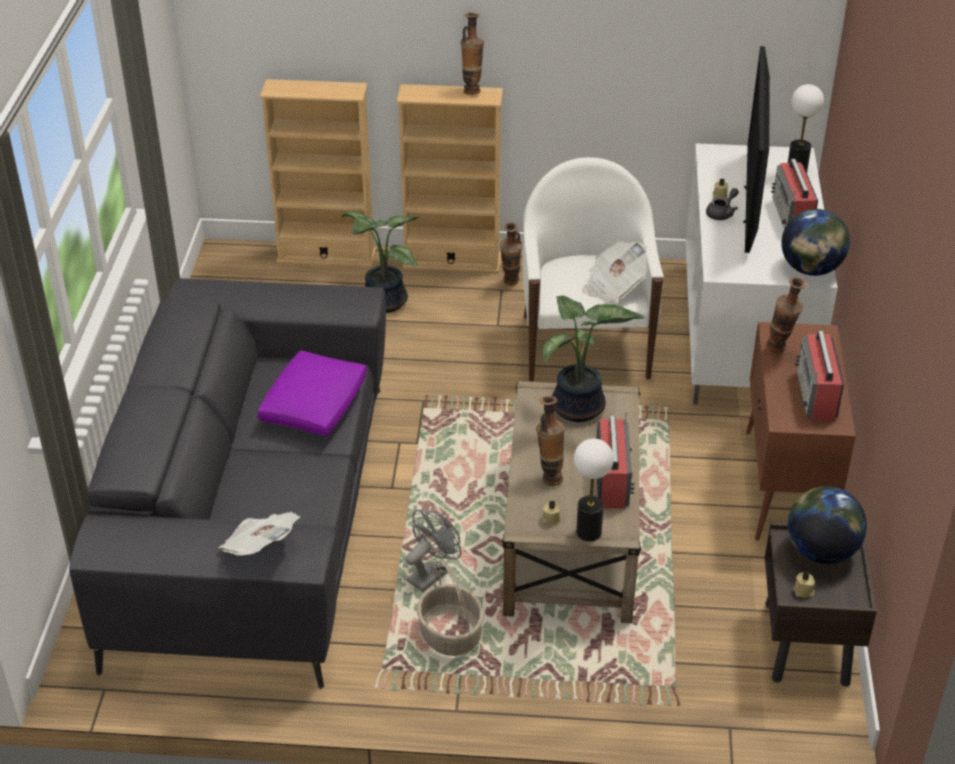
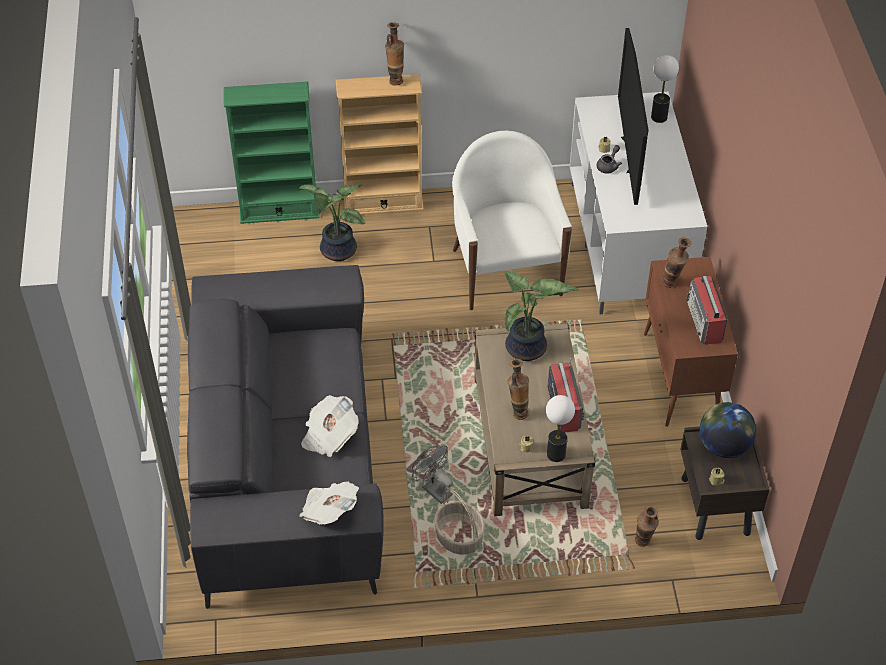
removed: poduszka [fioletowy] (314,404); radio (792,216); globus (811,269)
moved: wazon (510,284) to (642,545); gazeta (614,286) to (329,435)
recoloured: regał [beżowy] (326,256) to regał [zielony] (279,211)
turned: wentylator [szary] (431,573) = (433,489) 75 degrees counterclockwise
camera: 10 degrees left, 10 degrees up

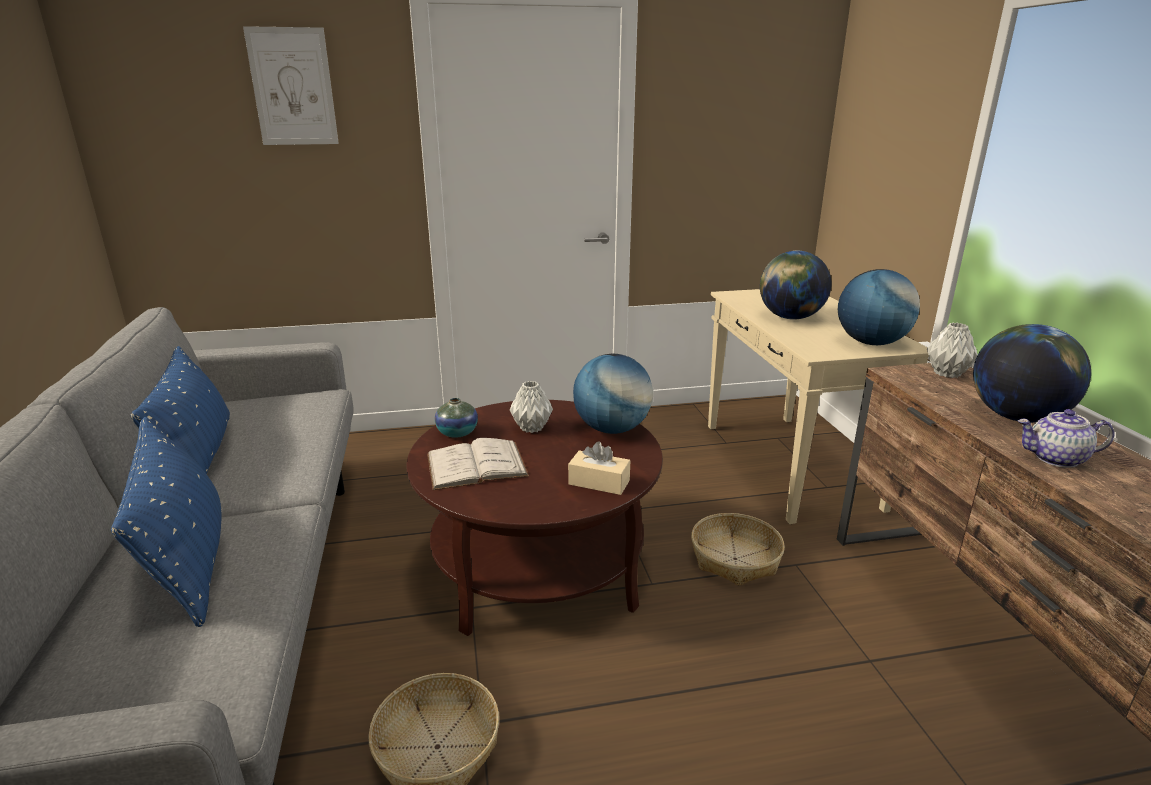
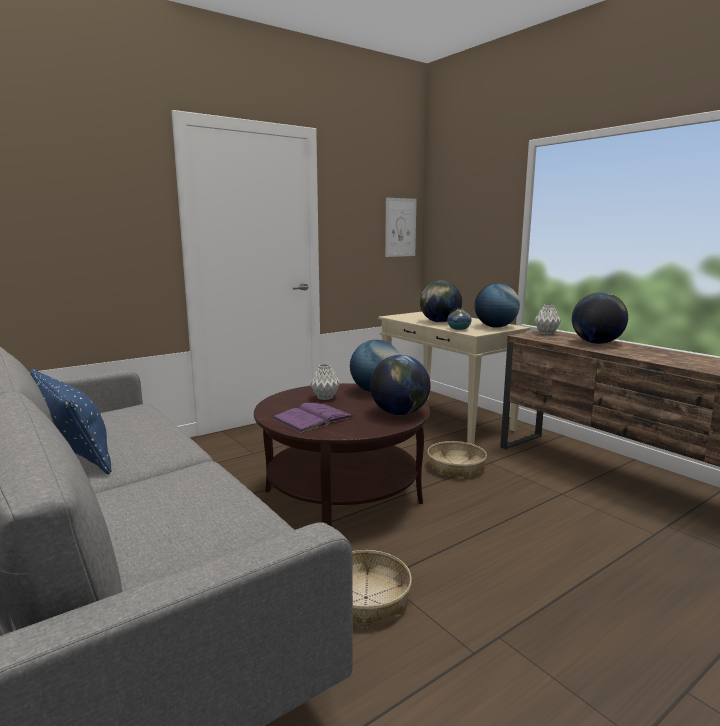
removed: poduszka [niebieski] (187,560); imbryk (1055,459)
moved: obraz (293,87) to (400,227); wazon (457,433) to (459,329)
replaced: pudełko chusteczek [beżowy] (599,482) to globus (399,413)
recoloured: książka [biały] (476,465) to książka [fioletowy] (313,418)
camera: 25 degrees left, 10 degrees down

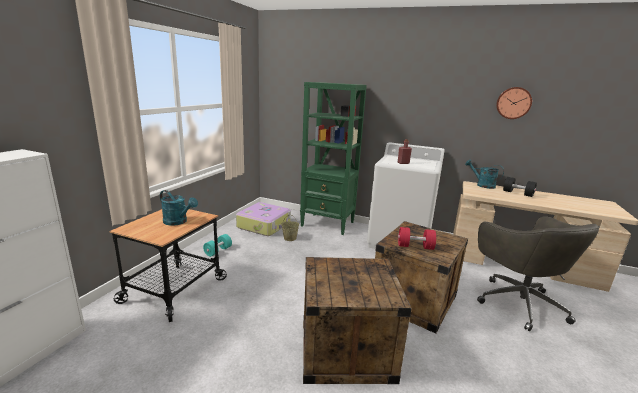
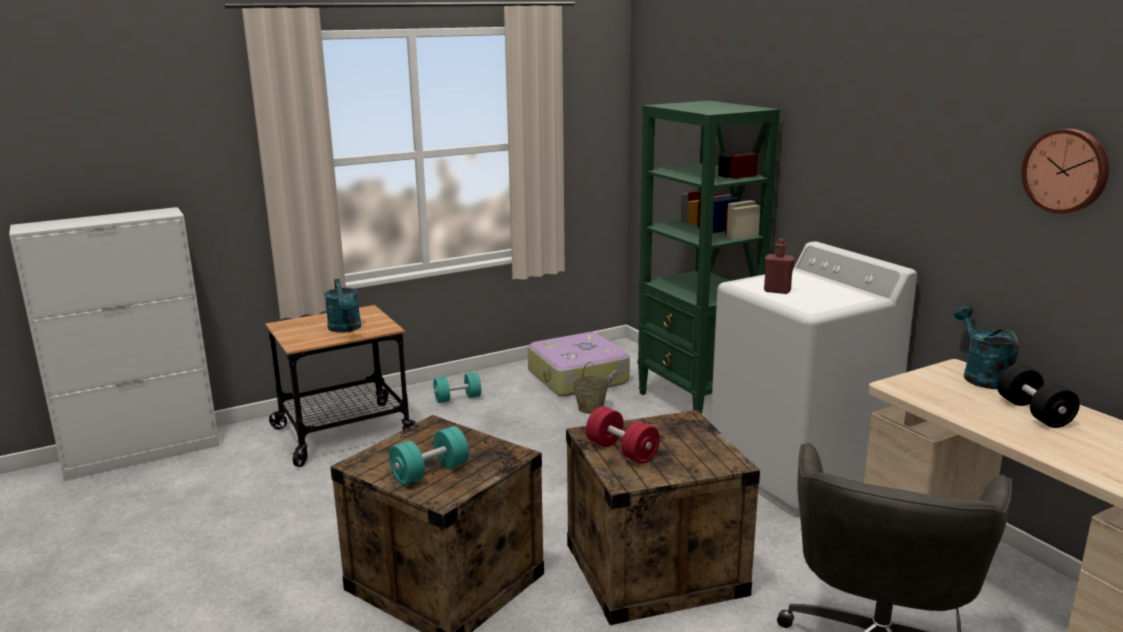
added: hantel [turkusowy] (430,472)
camera: 40 degrees right, 0 degrees up

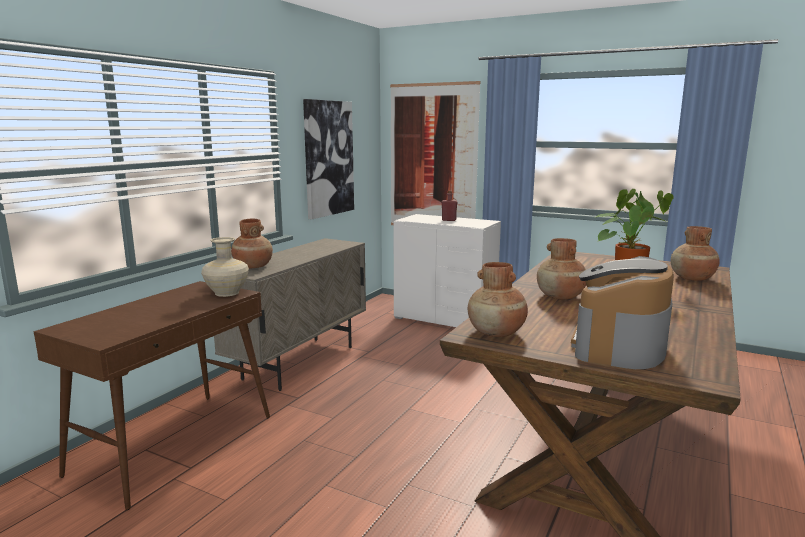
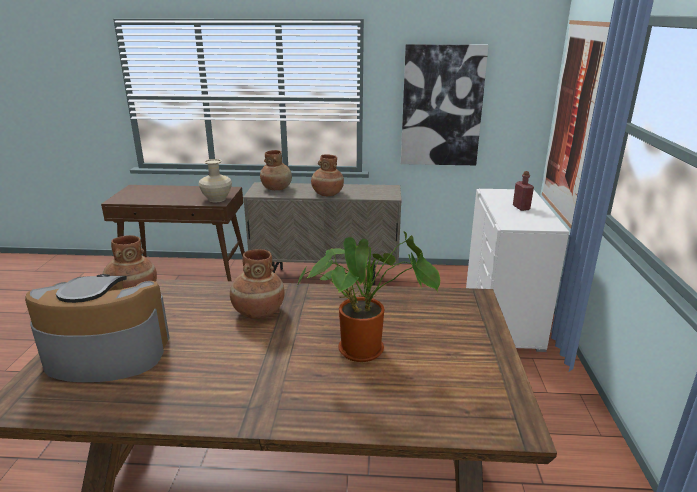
moved: wazon [brązowy] (692,278) to (327,194)
camera: 65 degrees right, 10 degrees up

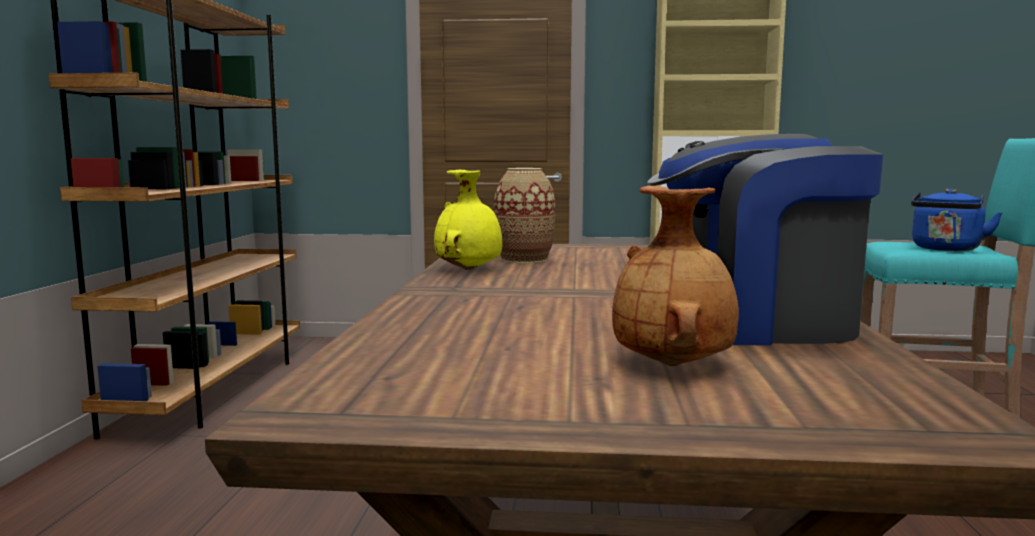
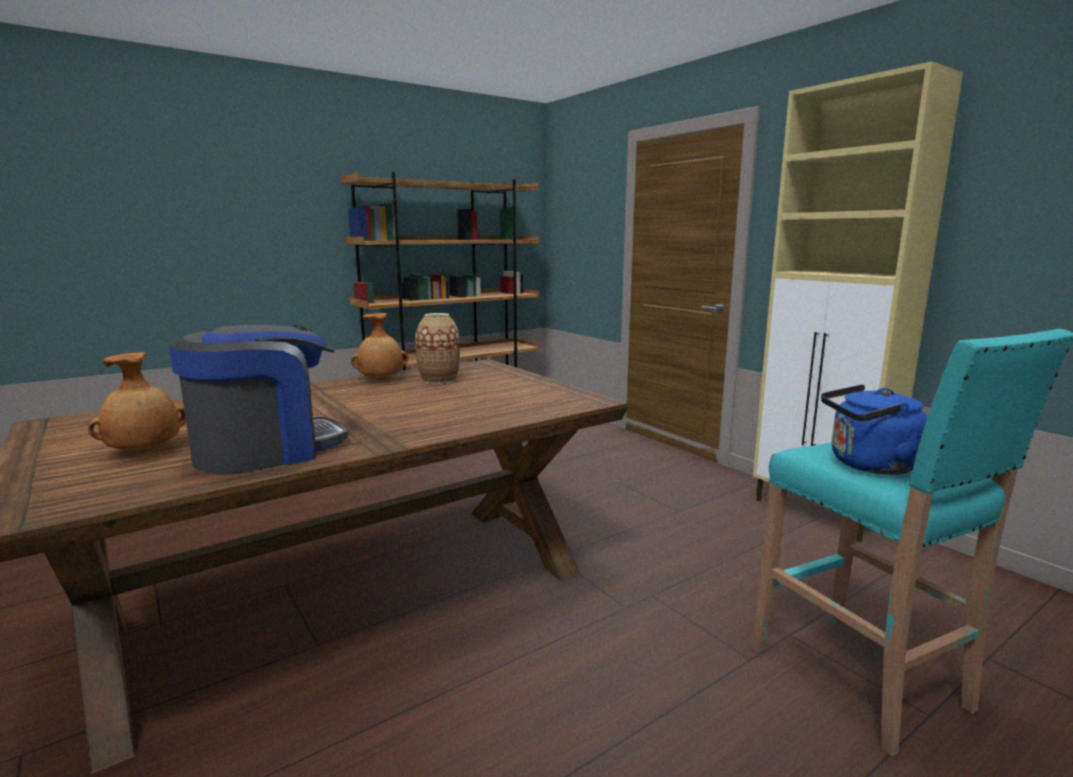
recoloured: wazon [żółty] (470,269) to wazon [brązowy] (381,380)
turned: ekspres do kawy (753,324) = (266,450) 90 degrees clockwise
camera: 50 degrees right, 5 degrees up

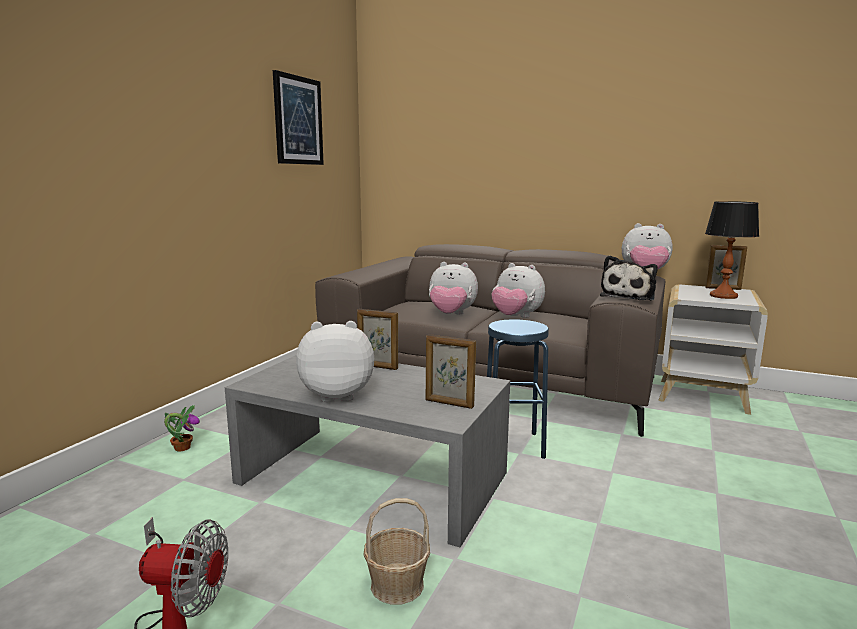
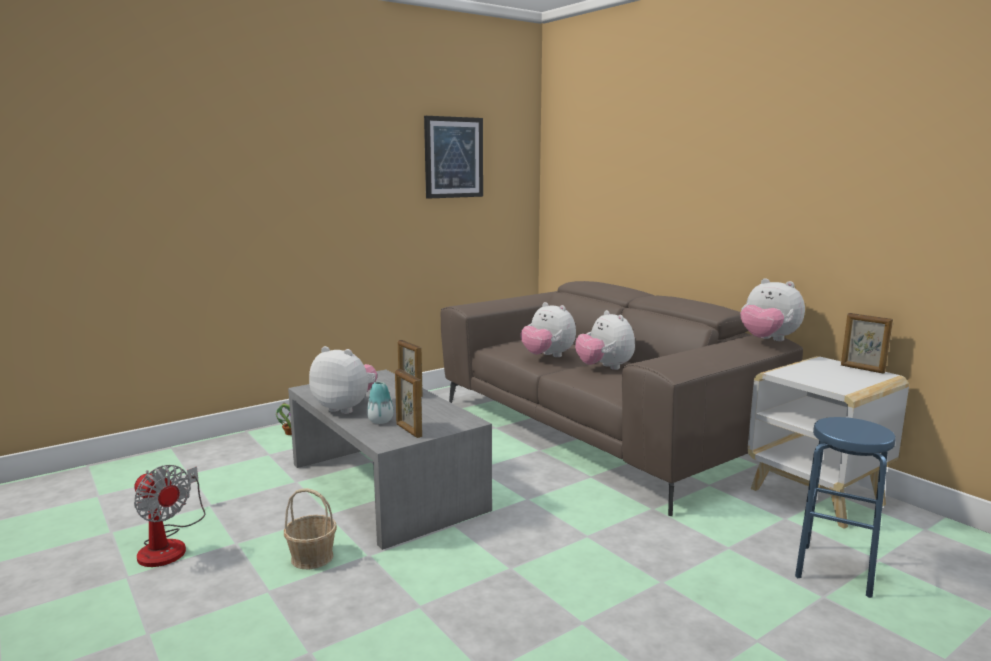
removed: pluszak (629,296); lampa stołowa (723,296)
added: wazon (380,421)
moved: stołek [niebieski] (513,445) to (835,570)
camera: 30 degrees right, 0 degrees up

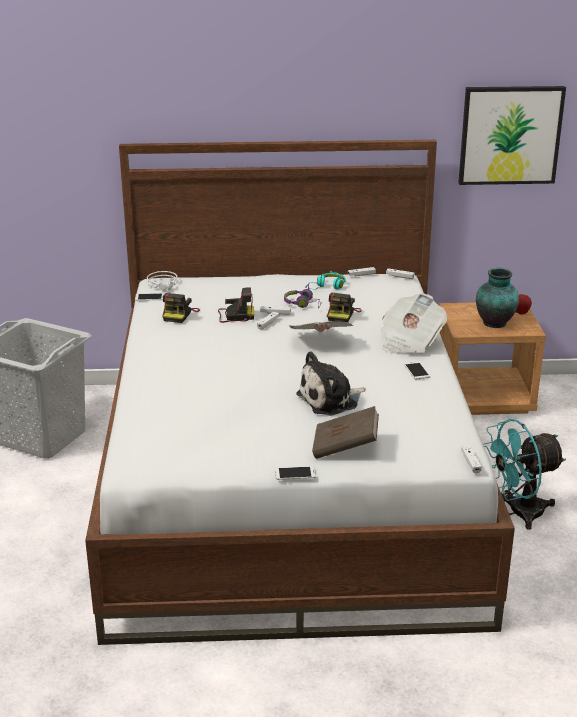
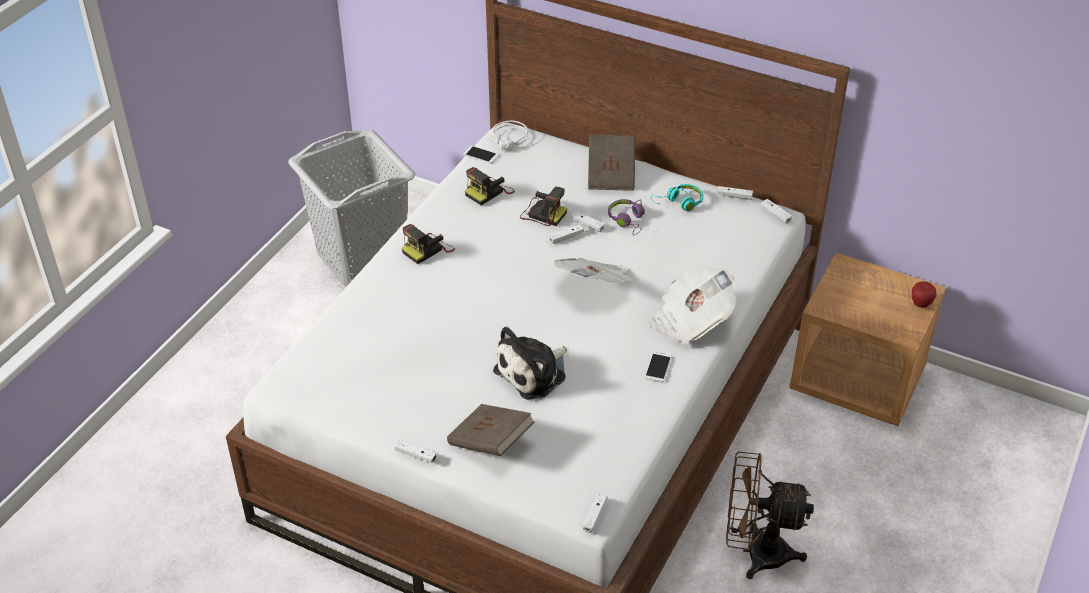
removed: obraz (510,135); wazon (495,323)
added: książka [brązowy] (611,175)
moved: aparat fotograficzny (342,314) to (427,249)
replaced: telefon (295,473) to pad do gier [biały] (416,455)
recoloured: wentylator [turkusowy] (518,513) to wentylator [brązowy] (756,553)
turned: pluszak (331,400) = (534,373) 45 degrees counterclockwise
camera: 30 degrees right, 15 degrees up

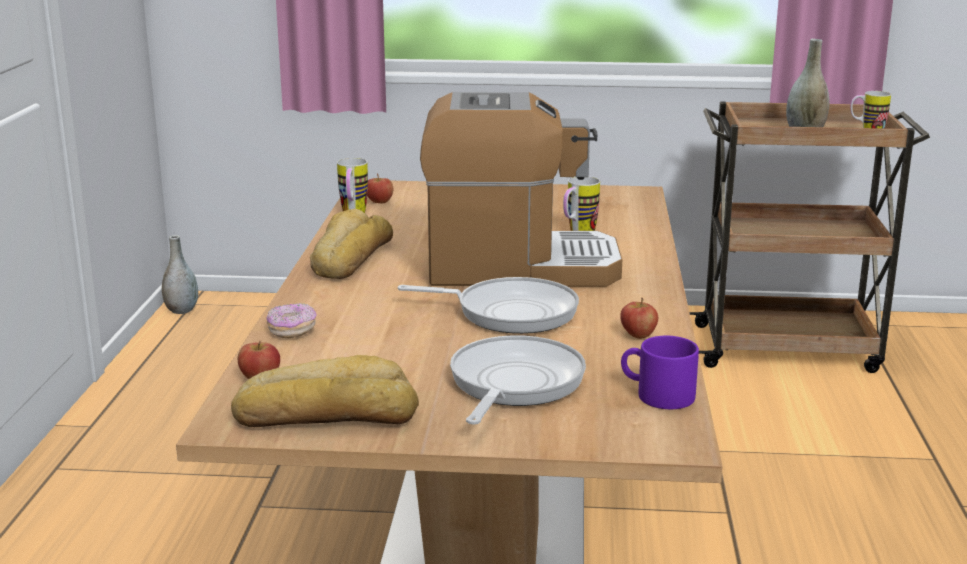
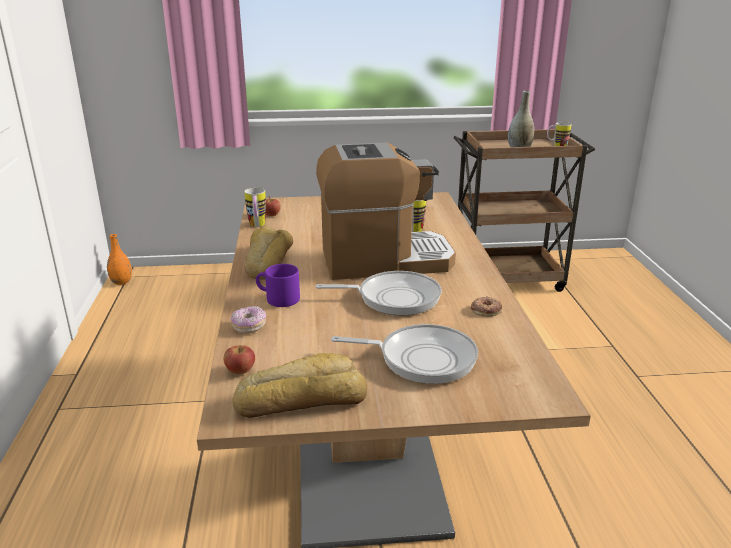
moved: kubek [fioletowy] (656,395) to (277,298)
replaced: jabłko (638,335) to donut (486,309)
recoloured: wazon [szary] (182,310) to wazon [pomarańczowy] (121,282)
turned: patelnia (513,384) = (421,358) 90 degrees clockwise
camera: 10 degrees left, 5 degrees up

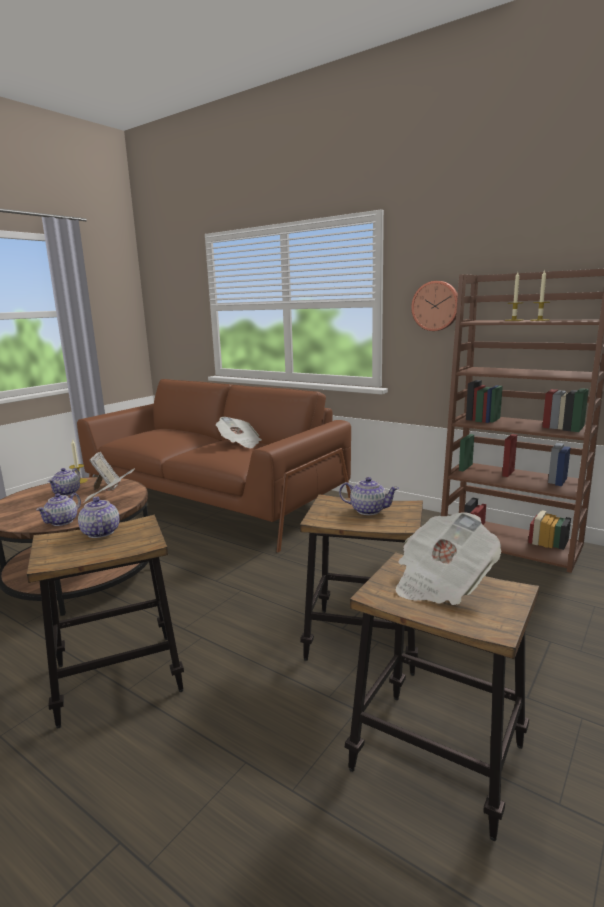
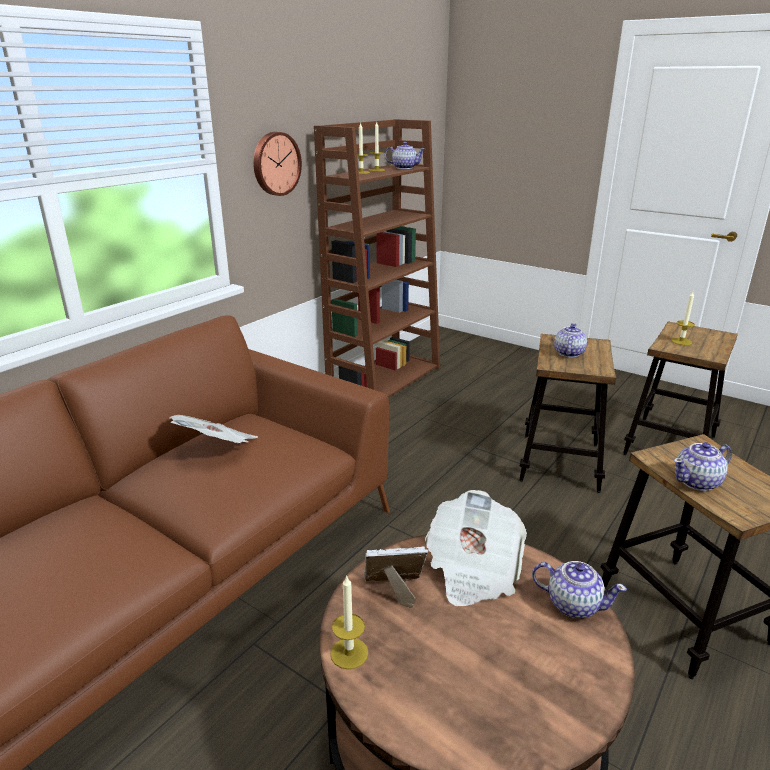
moved: imbryk (67,492) to (404,168)
replaced: gazeta (441,582) to świeca (681,341)
camera: 90 degrees left, 10 degrees up

